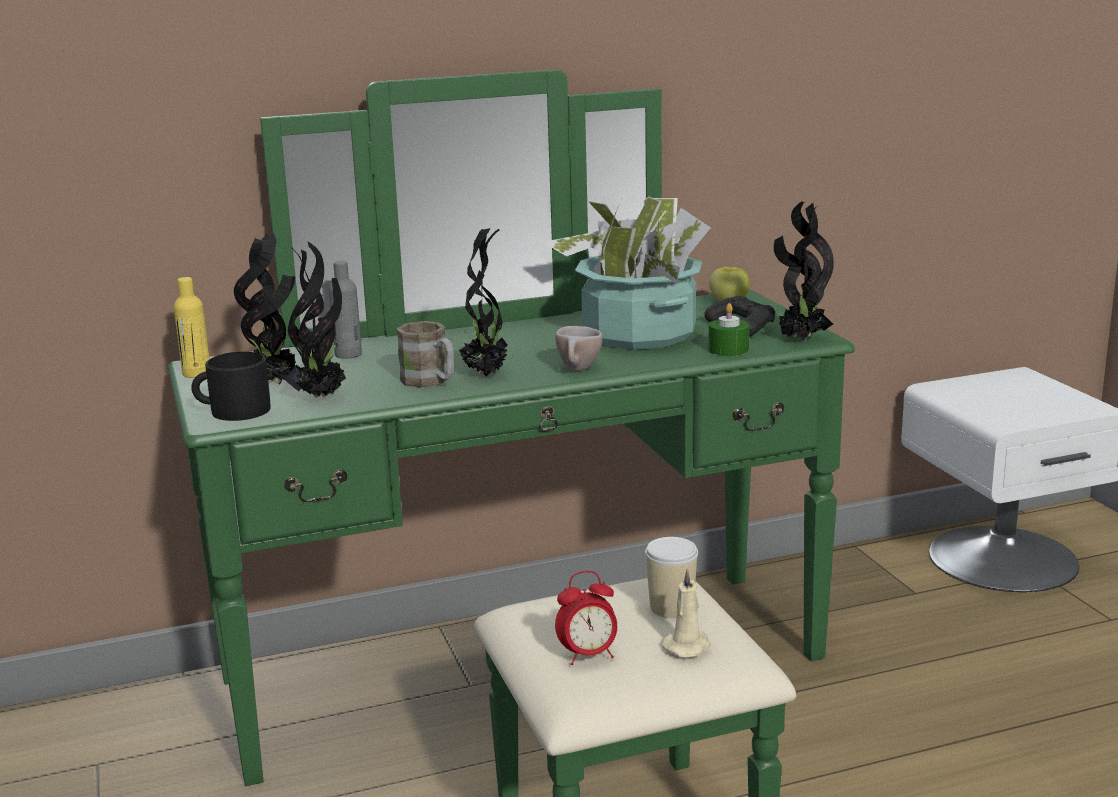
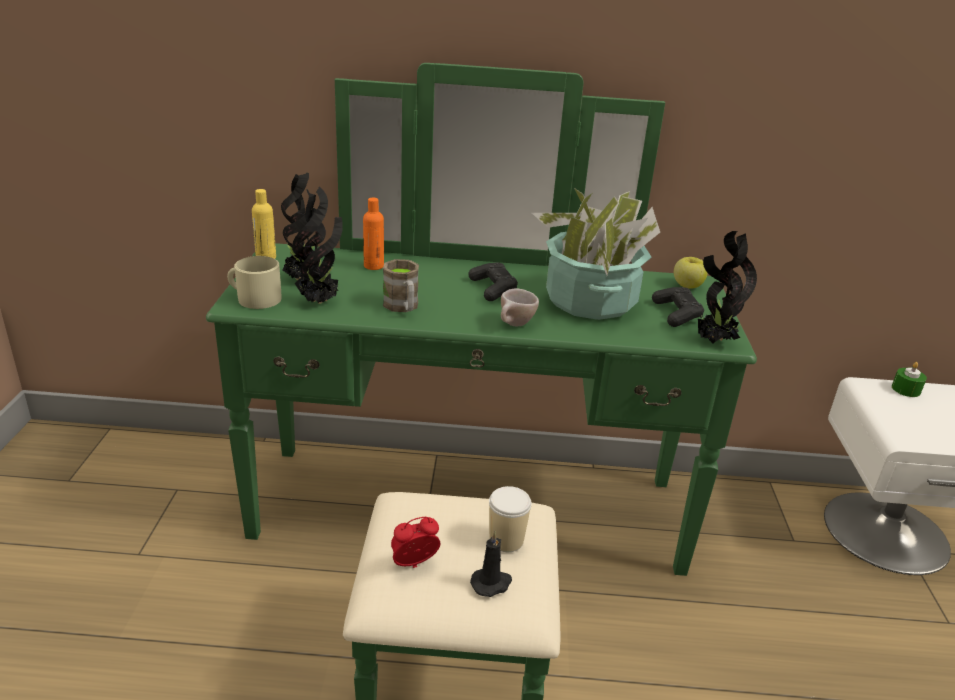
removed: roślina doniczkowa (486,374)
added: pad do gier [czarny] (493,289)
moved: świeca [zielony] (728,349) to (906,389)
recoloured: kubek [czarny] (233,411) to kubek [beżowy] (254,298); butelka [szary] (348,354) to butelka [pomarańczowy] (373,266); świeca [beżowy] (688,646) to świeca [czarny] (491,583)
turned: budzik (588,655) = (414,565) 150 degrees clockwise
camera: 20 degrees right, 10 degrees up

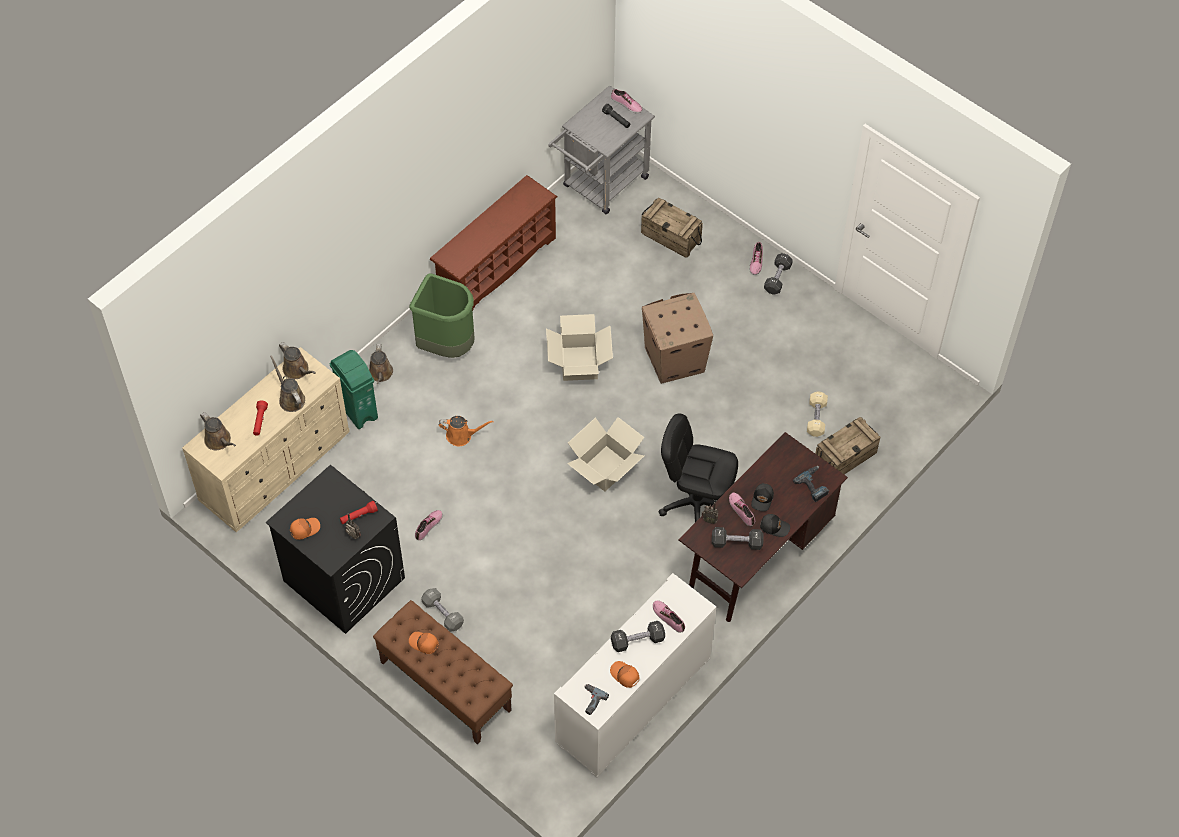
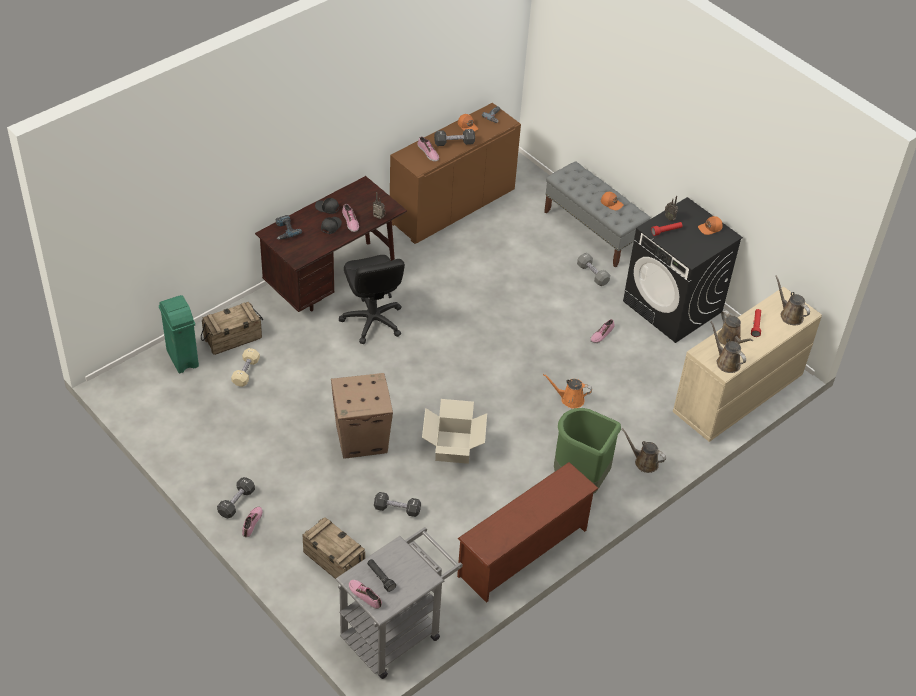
removed: karton (606,468)
moved: kosz na śmieci [zielony] (358,410) to (182,359); hantel [czarny] (736,543) to (397,509)
recoloured: ławka [brązowy] (445,686) to ławka [szary] (593,231); szafka [biały] (633,700) to szafka [brązowy] (452,206)
turned: konewka [brązowy] (380,374) = (644,462) 60 degrees counterclockwise; krzesło biurowe [czarny] (696,504) = (372,321) 45 degrees clockwise
camera: 175 degrees left, 10 degrees down

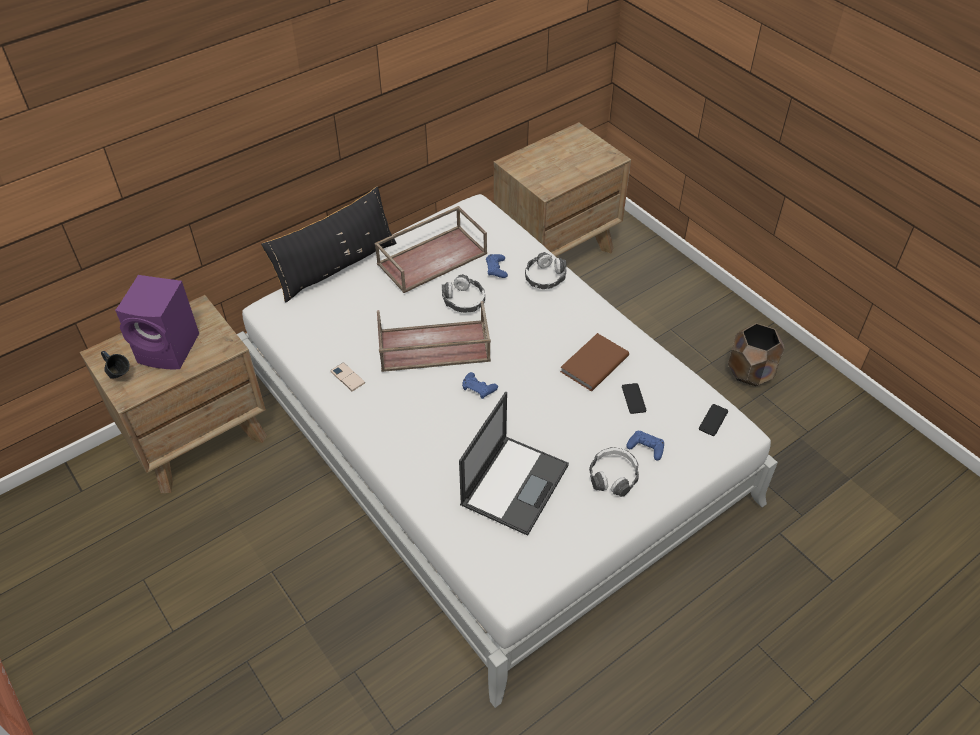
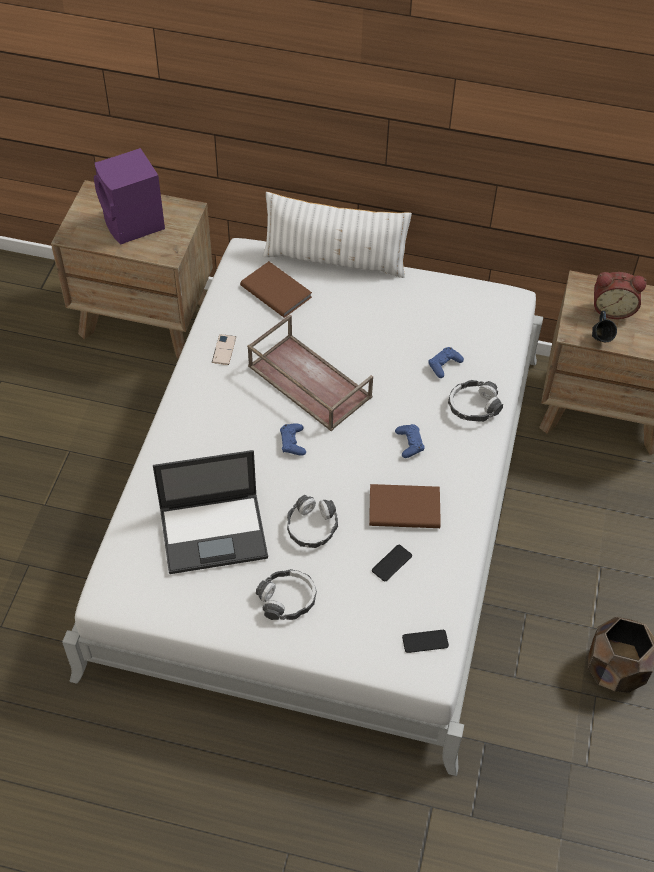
removed: taca [brązowy] (432,257)
added: książka [brązowy] (276,290); budzik (612,309)
moved: kubek [niebieski] (119,377) to (599,341); słuchawki (463,300) to (312,527); pad do gier [niebieski] (646,447) to (409,443)
recoloured: poduszka [czarny] (336,267) to poduszka [biały] (334,259)
camera: 50 degrees right, 5 degrees up

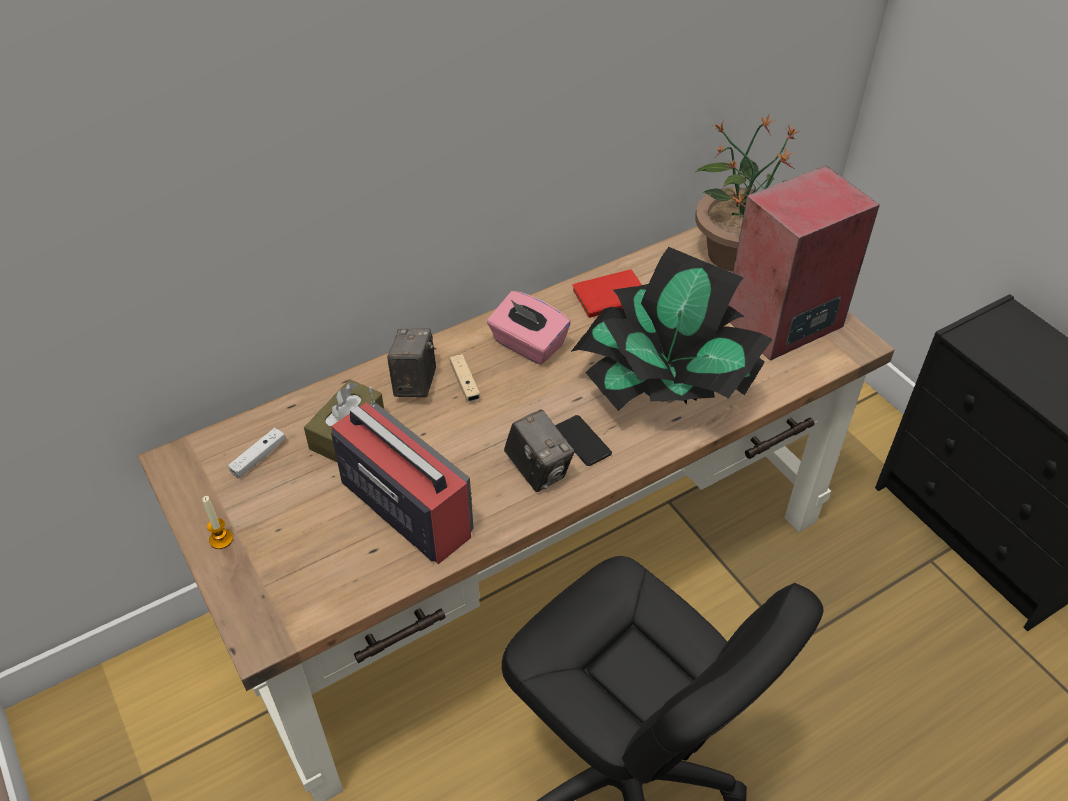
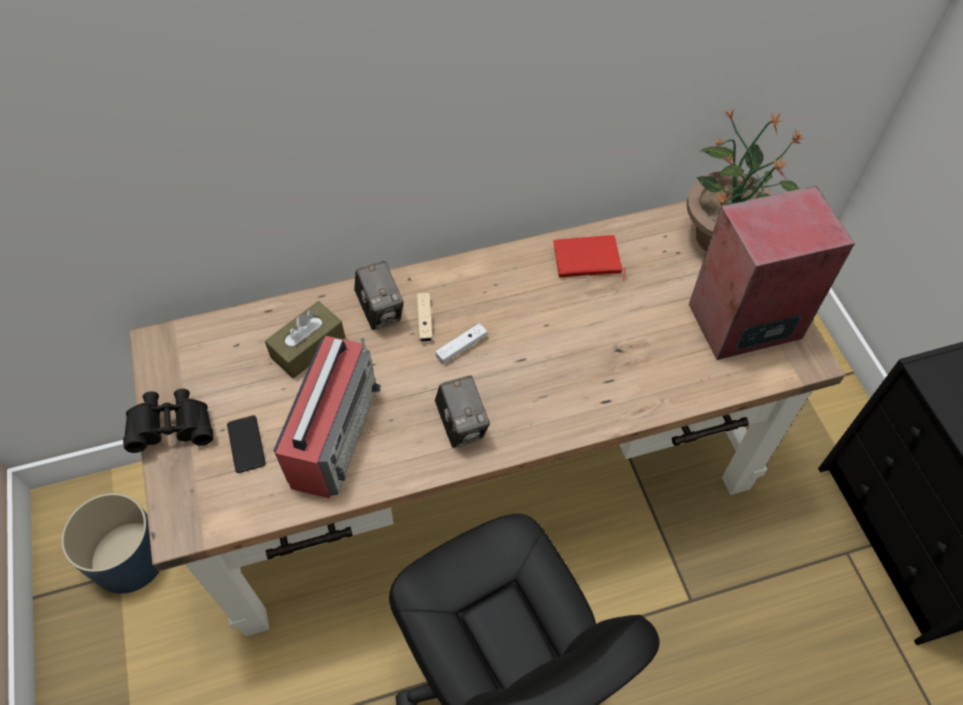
removed: pudełko chusteczek [różowy] (528,345); roślina doniczkowa (664,390)
added: donica [niebieski] (128,557)
moved: pad do gier [biały] (258,457) to (461,347); telefon (582,441) to (246,444)
replaced: świeca (221,539) to lornetka [czarny] (173,428)
turned: radio (405,506) = (335,433) 45 degrees clockwise; aparat fotograficzny (414,383) = (381,311) 135 degrees clockwise
camera: 15 degrees right, 10 degrees up

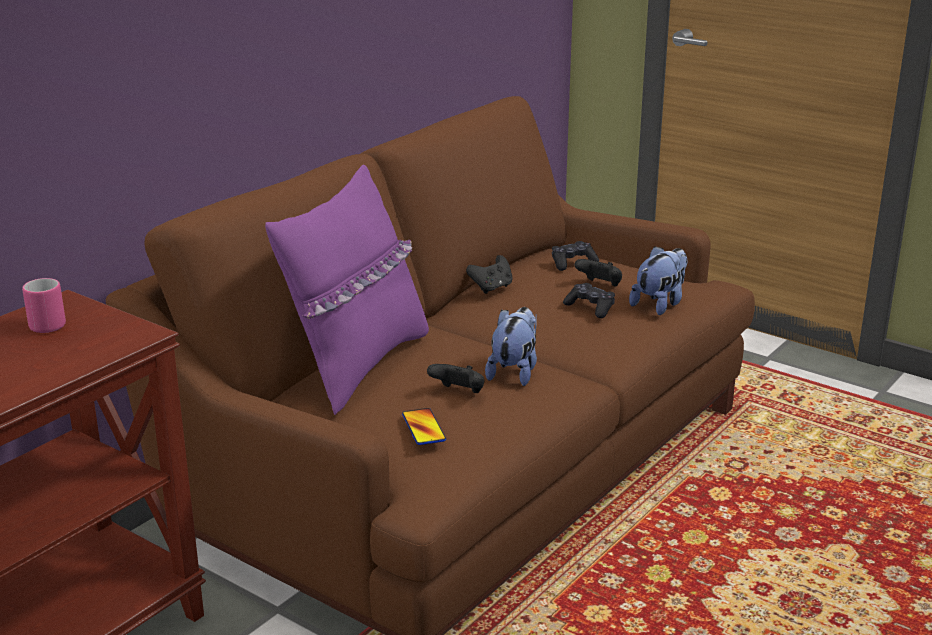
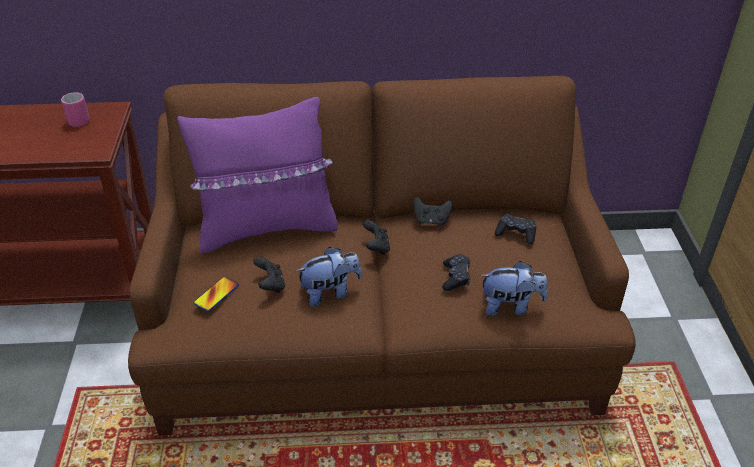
moved: pad do gier [czarny] (600,285) to (376,247)
camera: 50 degrees right, 15 degrees up

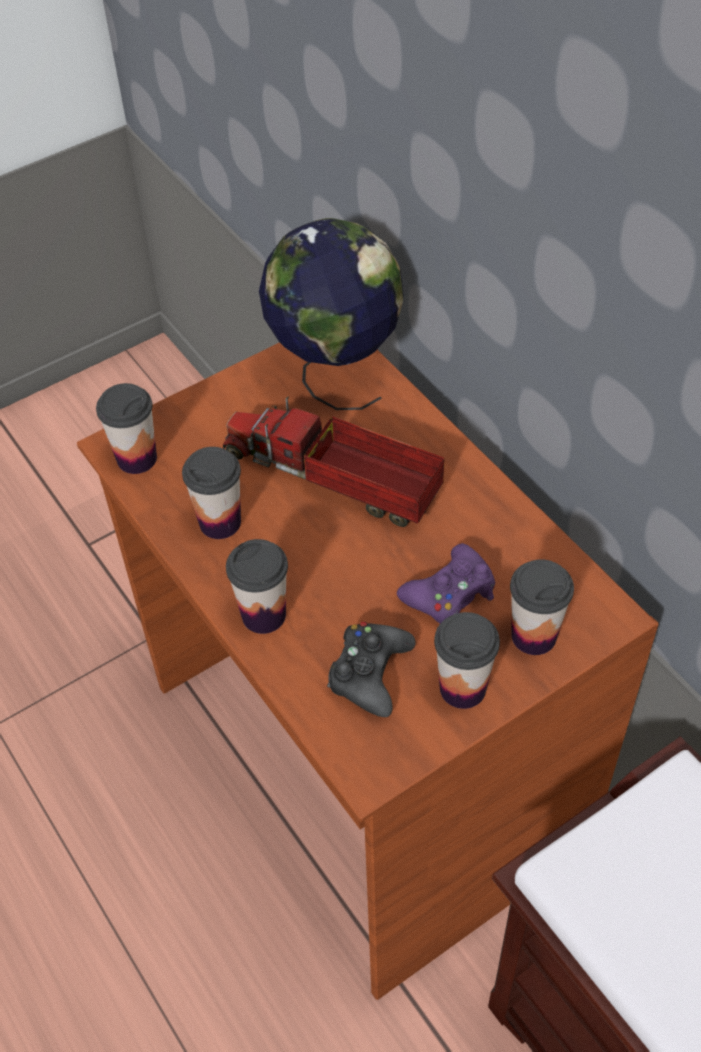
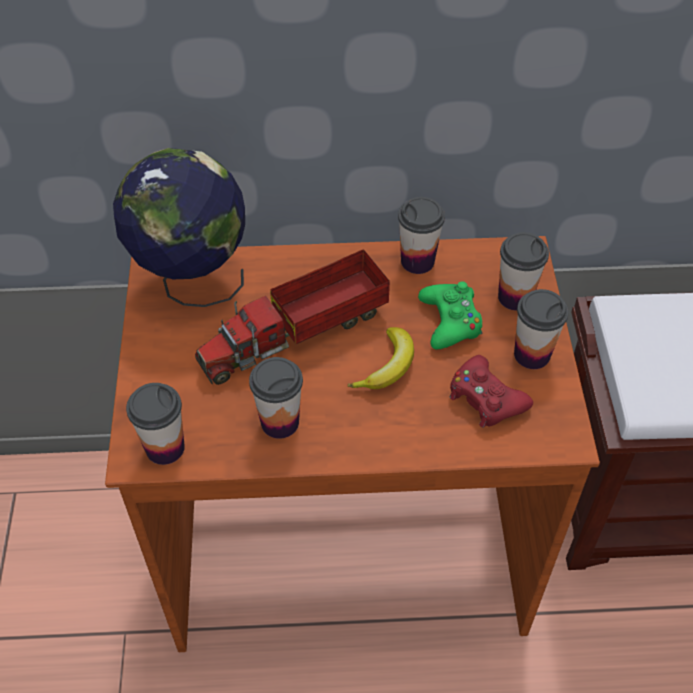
added: banan (387,366)
moved: filiżanka (263,615) to (417,261)
recoloured: pad do gier [czarny] (369,673) to pad do gier [czerwony] (486,399); pad do gier [fioletowy] (450,594) to pad do gier [zielony] (450,321)
camera: 60 degrees left, 0 degrees up

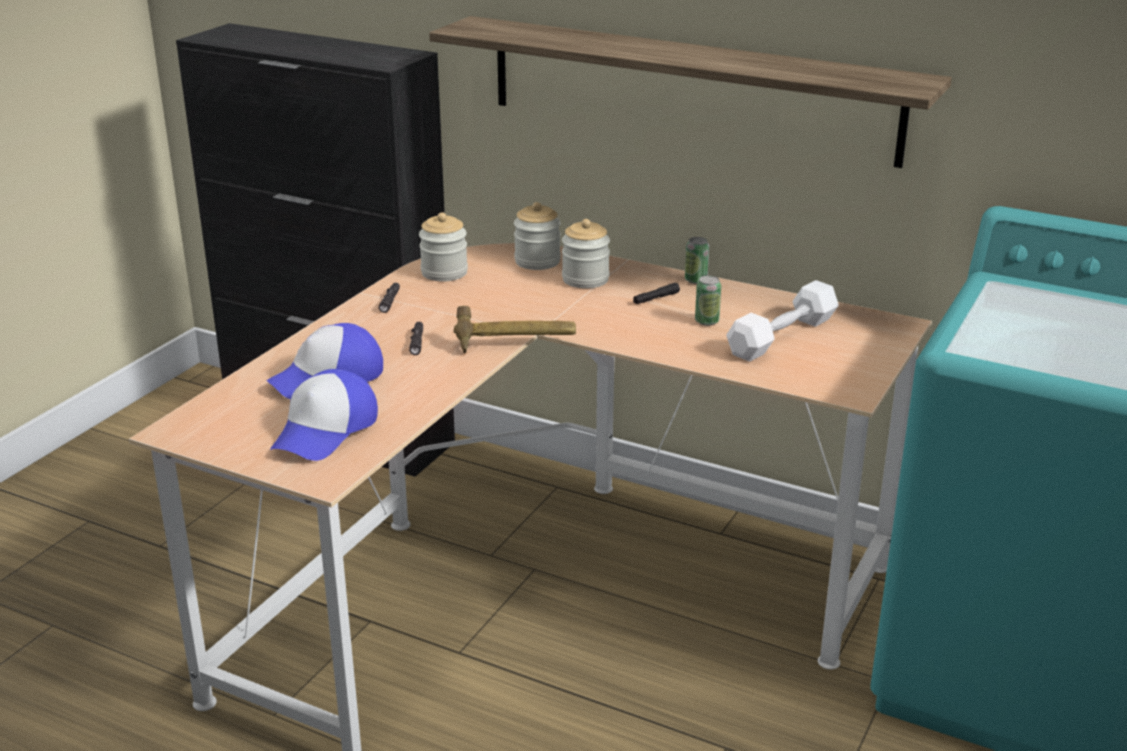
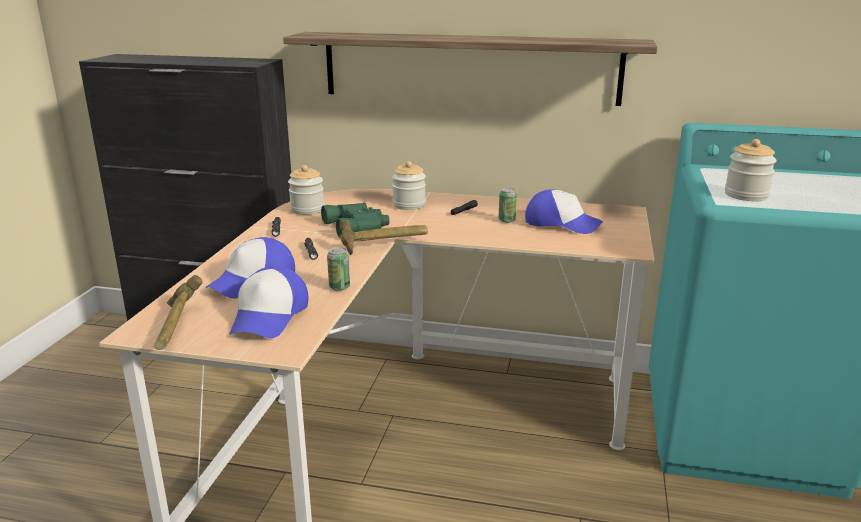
added: młotek (176,330); lornetka [zielony] (358,226)
moved: słoik (537,261) to (746,195); puszka (696,280) to (339,287)
replaced: hantel [biały] (782,336) to czapka z daszkiem (562,224)
camera: 15 degrees left, 5 degrees down

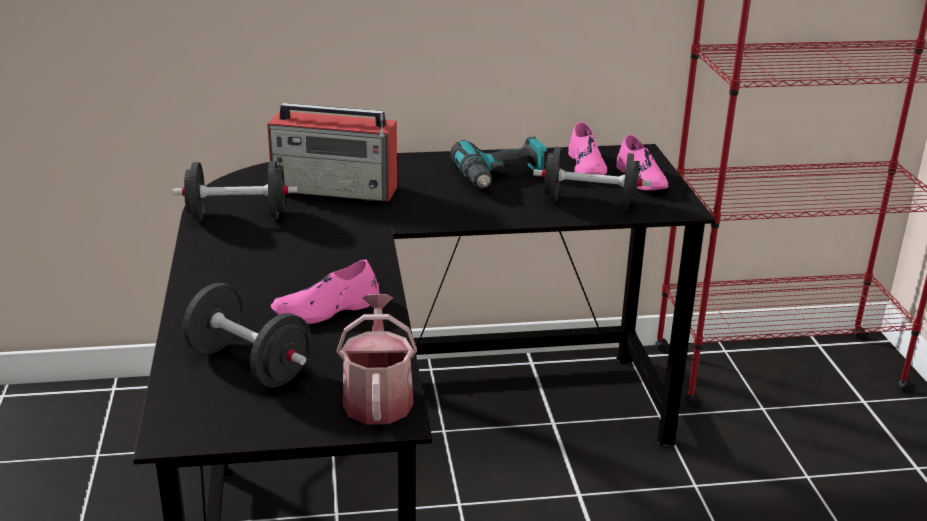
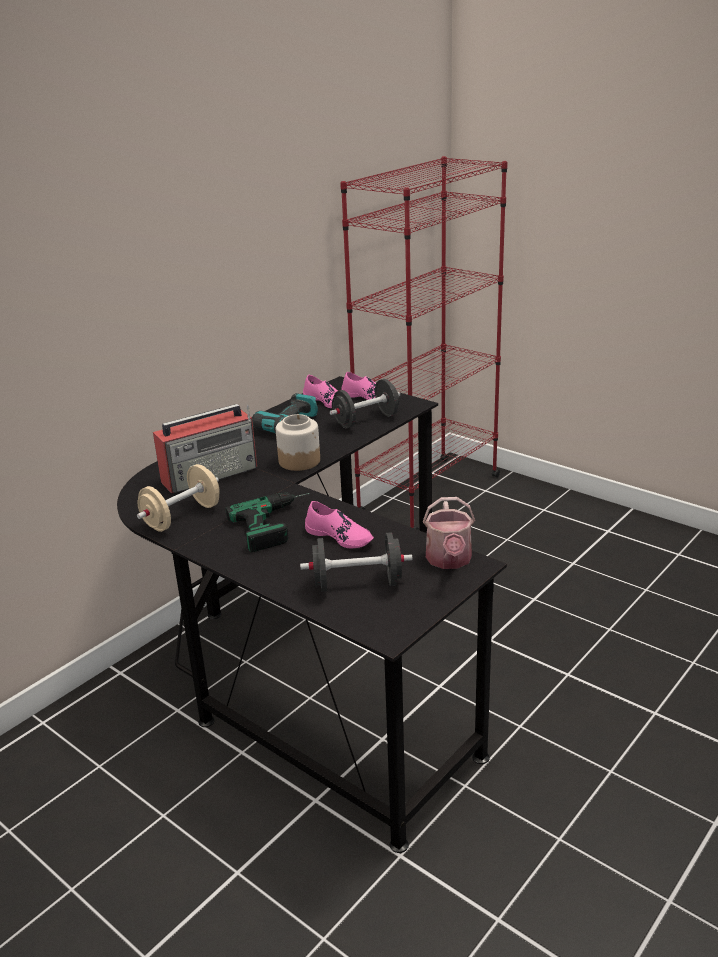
added: wiertarka (279,523); słoik (299,461)
recoloured: hantel [czarny] (237,217) to hantel [beżowy] (182,517)
turned: but [różowy] (326,309) = (340,536) 75 degrees counterclockwise; konewka (378,396) = (449,560) 135 degrees counterclockwise
camera: 40 degrees left, 0 degrees up

